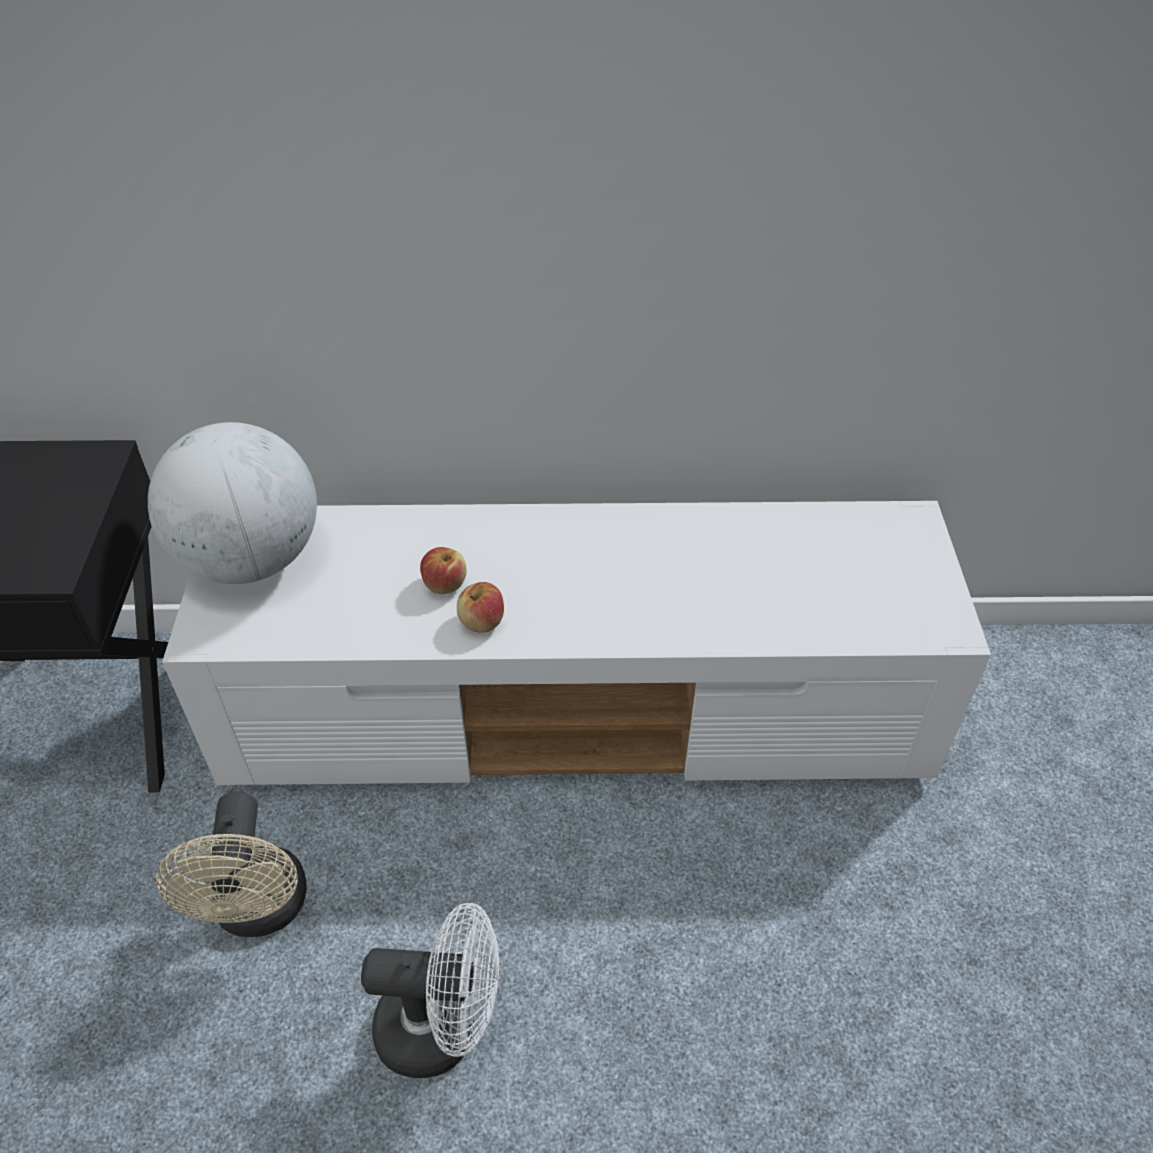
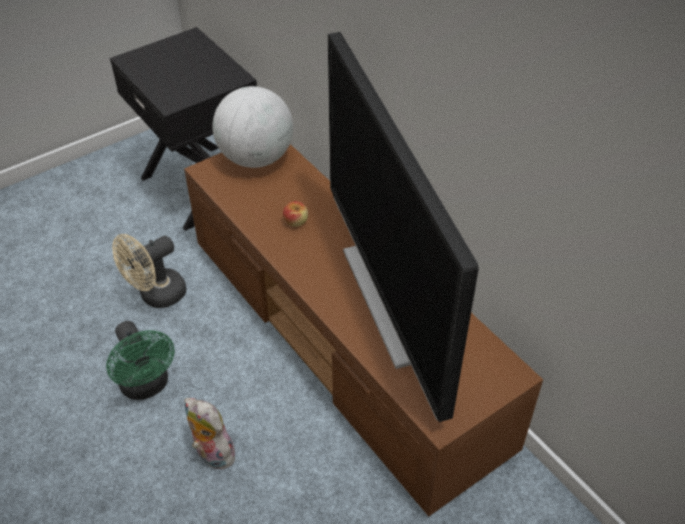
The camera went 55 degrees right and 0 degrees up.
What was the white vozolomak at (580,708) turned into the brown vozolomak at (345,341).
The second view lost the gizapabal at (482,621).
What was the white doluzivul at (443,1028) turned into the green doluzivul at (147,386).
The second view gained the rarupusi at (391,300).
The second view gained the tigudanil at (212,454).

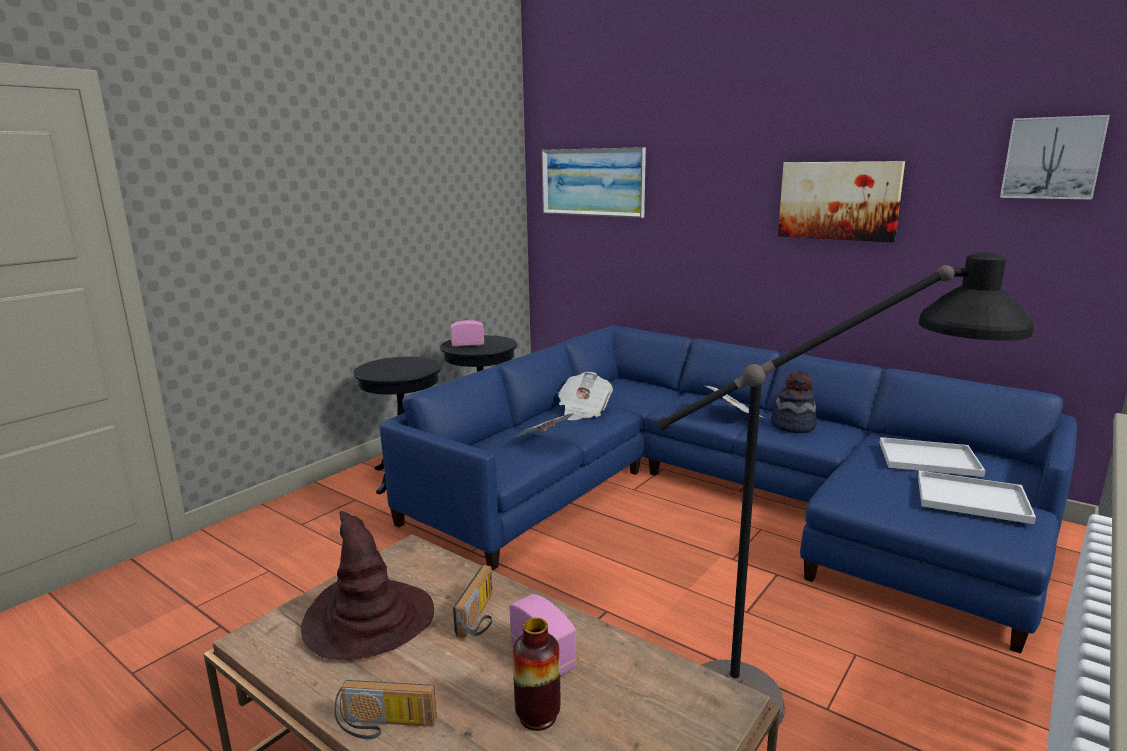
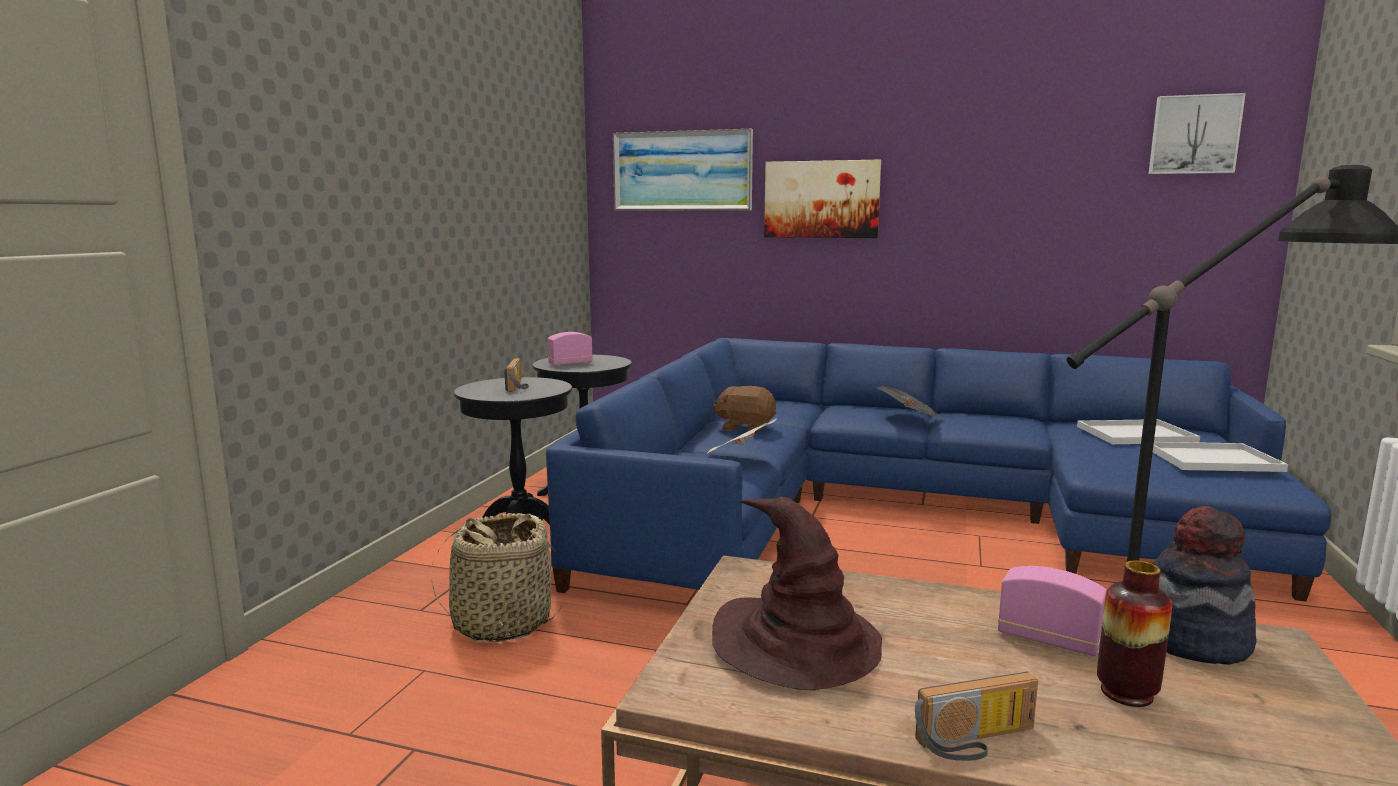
The camera went 20 degrees left and 5 degrees down.
The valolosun ended up elsewhere, having gone from (838,200) to (821,199).
The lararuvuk ended up elsewhere, having gone from (793,425) to (1189,639).
Where the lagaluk stood at (583,411), the brown tigudanil came to stand at (745,428).
The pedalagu ended up elsewhere, having gone from (481,617) to (519,386).
The second view gained the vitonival at (501,623).

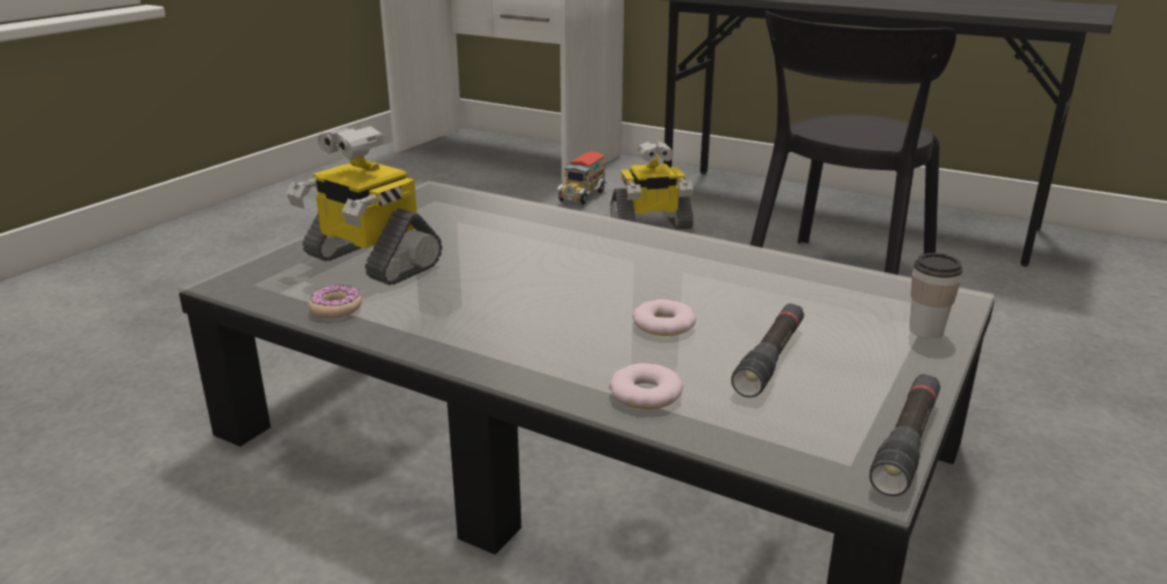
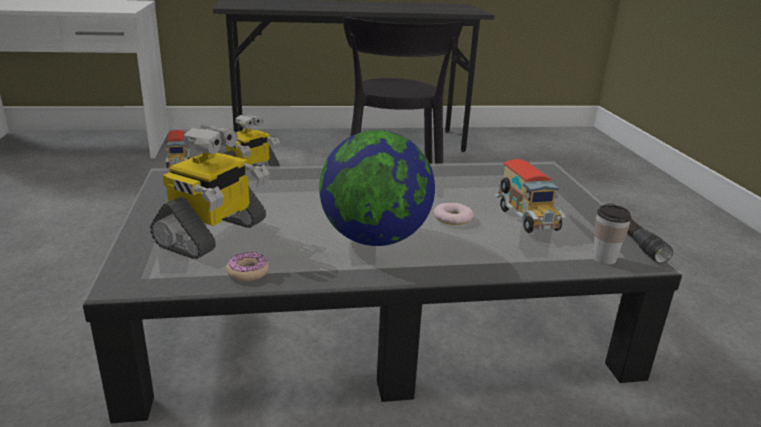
The camera went 40 degrees left and 0 degrees up.
The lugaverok at (370,261) ended up facing another way, 60 degrees counterclockwise from before.
The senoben ended up elsewhere, having gone from (926,330) to (604,258).
Where the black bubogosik stood at (770,359), the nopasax came to stand at (525,219).
The second view lost the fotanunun at (645,394).
The second view gained the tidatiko at (374,239).

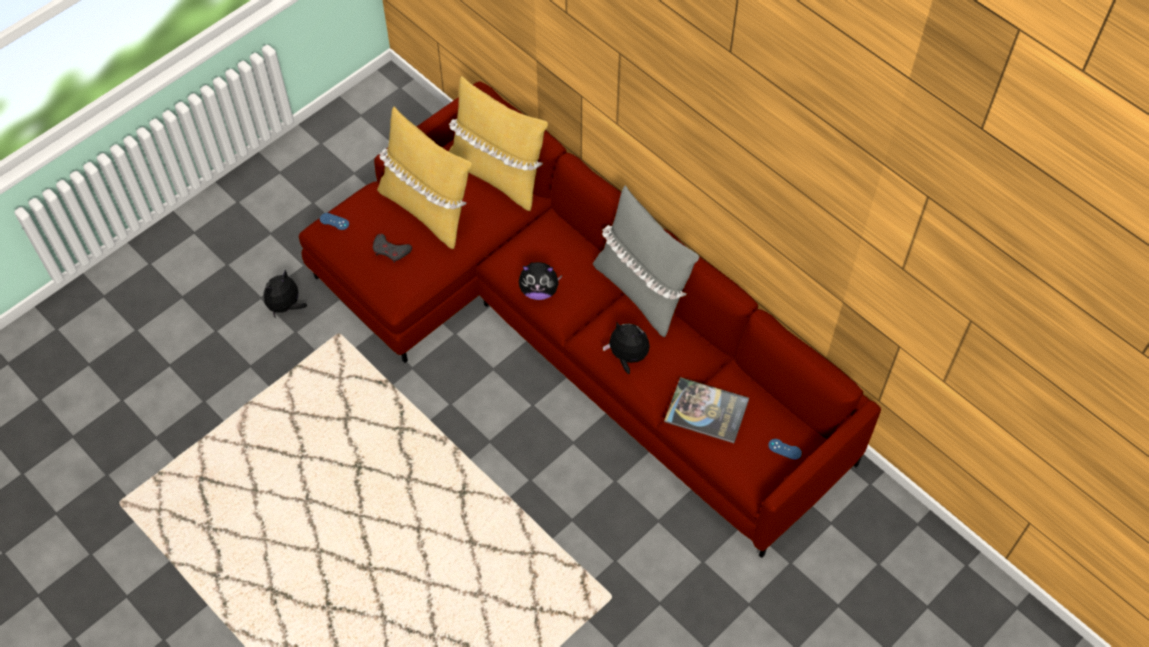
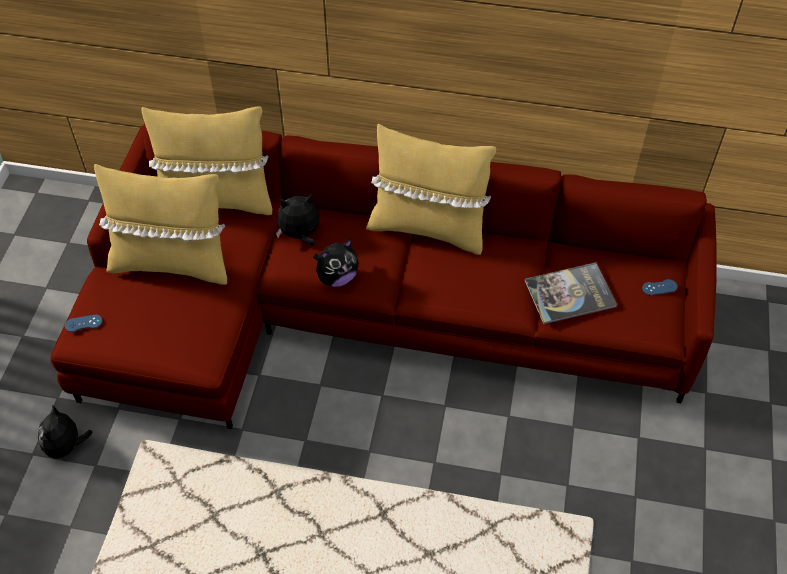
The camera went 35 degrees left and 5 degrees down.
What was the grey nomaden at (641,291) turned into the yellow nomaden at (428,228).
The second view lost the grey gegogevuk at (391,250).
The tigudanil ended up elsewhere, having gone from (627,357) to (300,235).

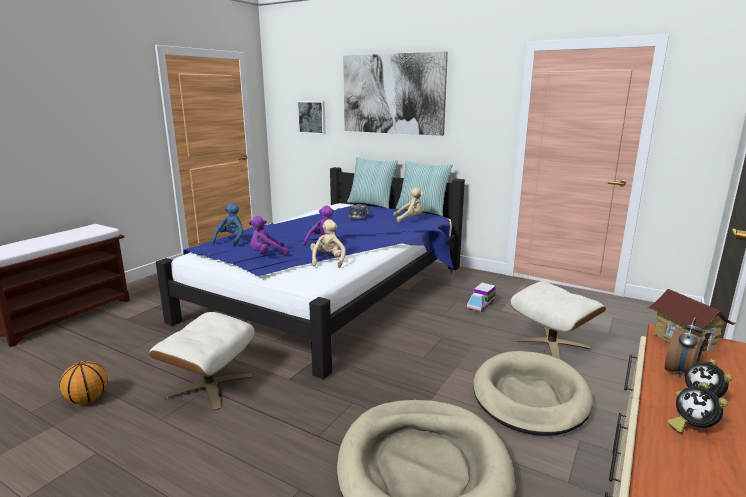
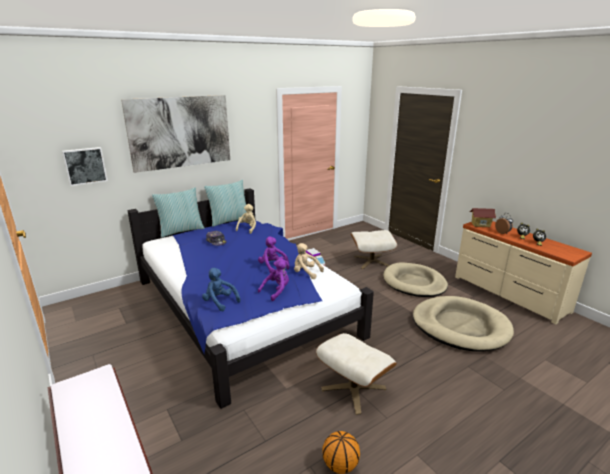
The camera went 65 degrees left and 5 degrees up.
The purple tigudanil at (267,255) ended up facing another way, 135 degrees counterclockwise from before.

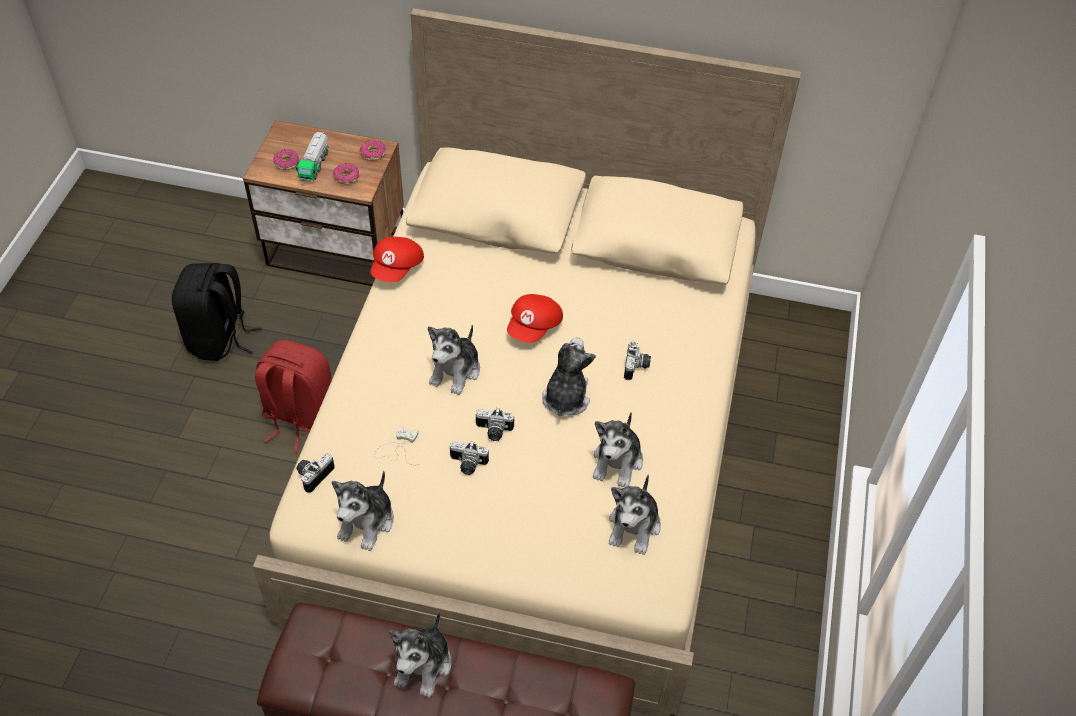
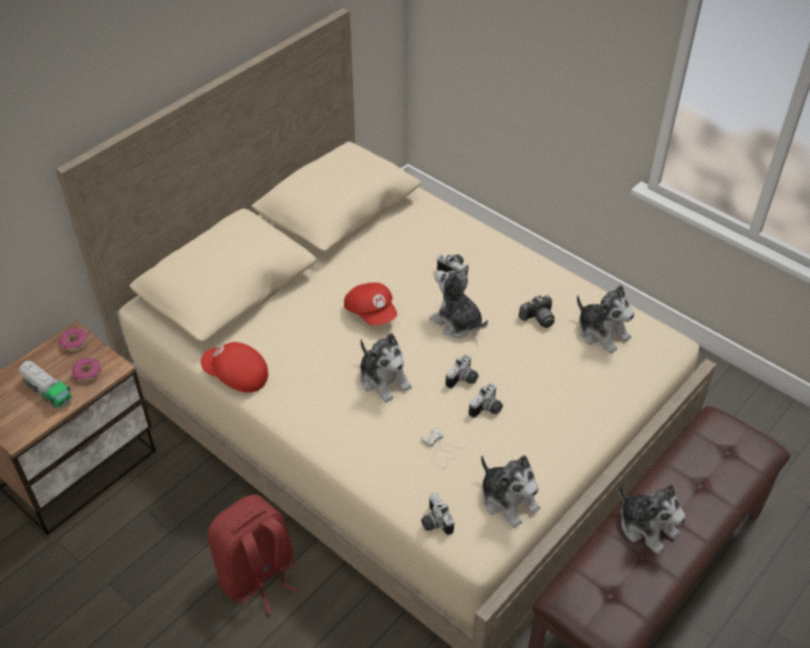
The camera went 60 degrees left and 5 degrees down.
The second view lost the fotanunun at (286,163).
The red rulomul at (397,268) ended up facing another way, 150 degrees clockwise from before.
The second view lost the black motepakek at (219,338).
Where the tigudanil stood at (618,461), the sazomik came to stand at (538,318).

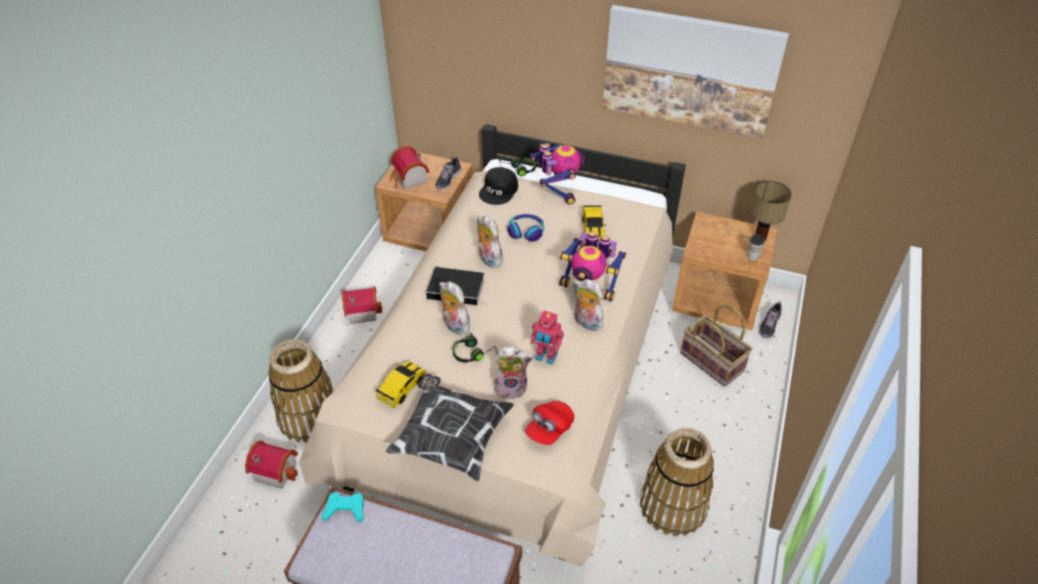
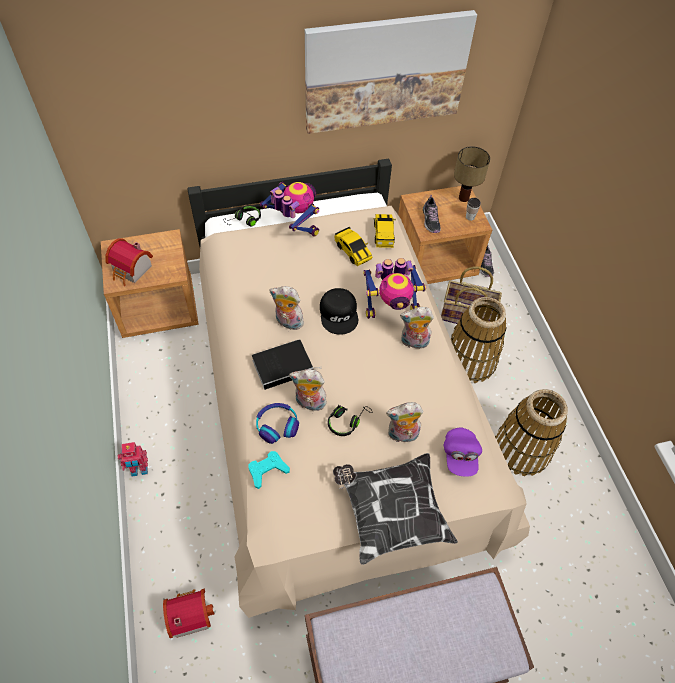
The camera went 35 degrees left and 10 degrees up.
The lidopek ended up elsewhere, having gone from (448,179) to (430,220).
The black rulomul ended up elsewhere, having gone from (499,190) to (339,314).
The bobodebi ended up elsewhere, having gone from (526,231) to (277,425).
The second view lost the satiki at (361,311).
The lugaverok ended up elsewhere, having gone from (546,357) to (139,470).
The vitonival ended up elsewhere, having gone from (309,417) to (470,360).
The tigudanil at (511,387) ended up facing another way, 150 degrees counterclockwise from before.
The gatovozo ended up elsewhere, having gone from (402,388) to (383,234).
What was the red rulomul at (549,429) turned into the purple rulomul at (460,456).
The turquoise gegogevuk ended up elsewhere, having gone from (345,509) to (267,470).

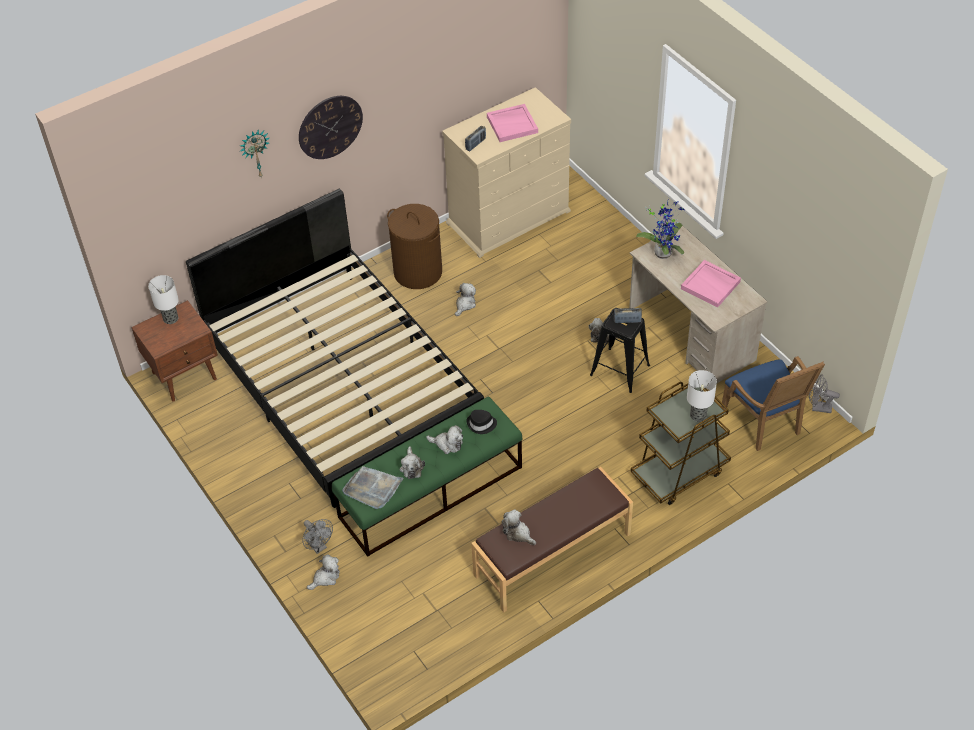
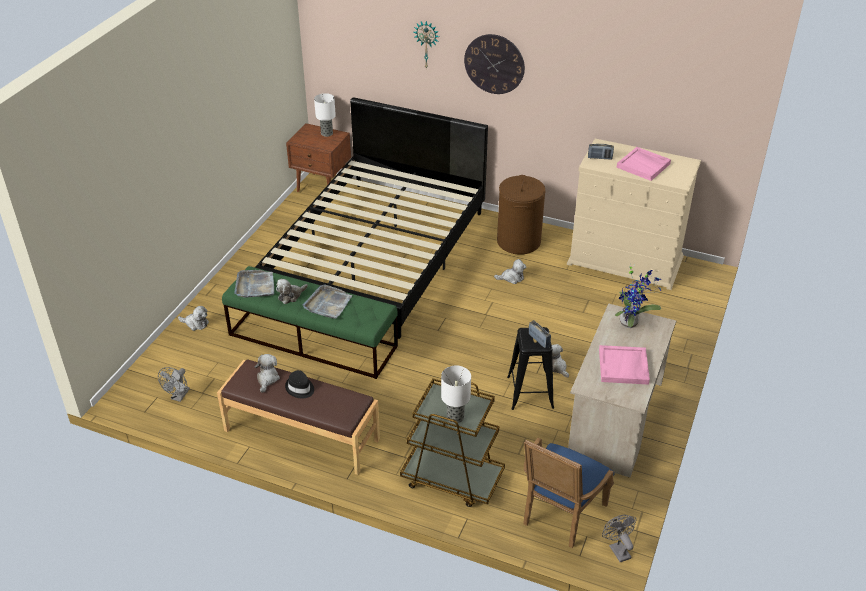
The camera went 55 degrees right and 10 degrees down.
The black lararuvuk ended up elsewhere, having gone from (481,424) to (300,388).
Where the tigudanil stood at (447,444), the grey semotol came to stand at (327,304).
The grey doluzivul ended up elsewhere, having gone from (318,546) to (179,397).

